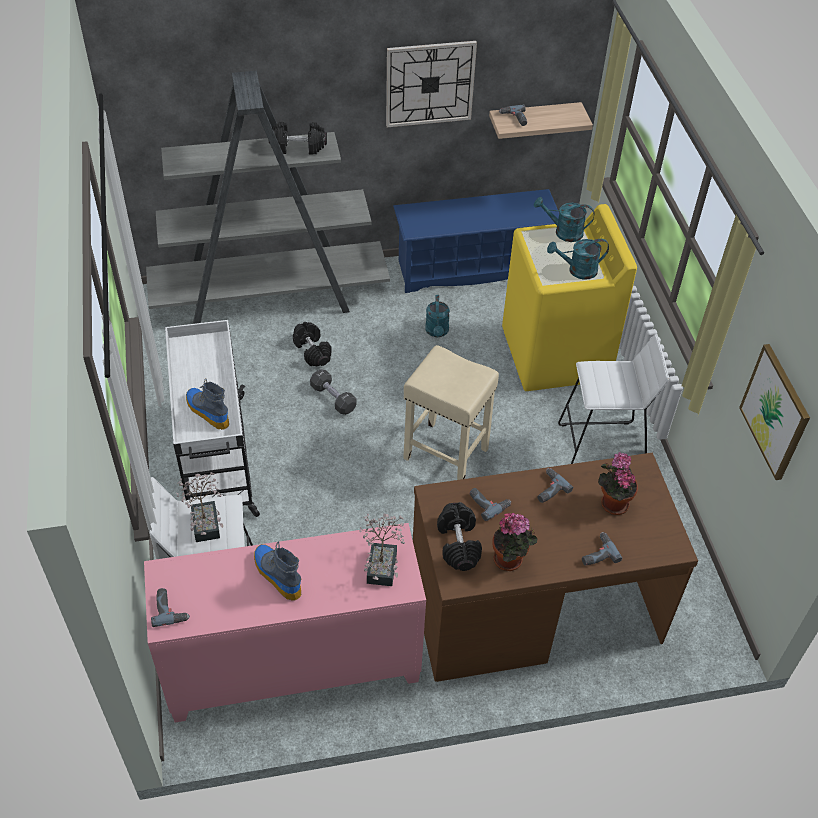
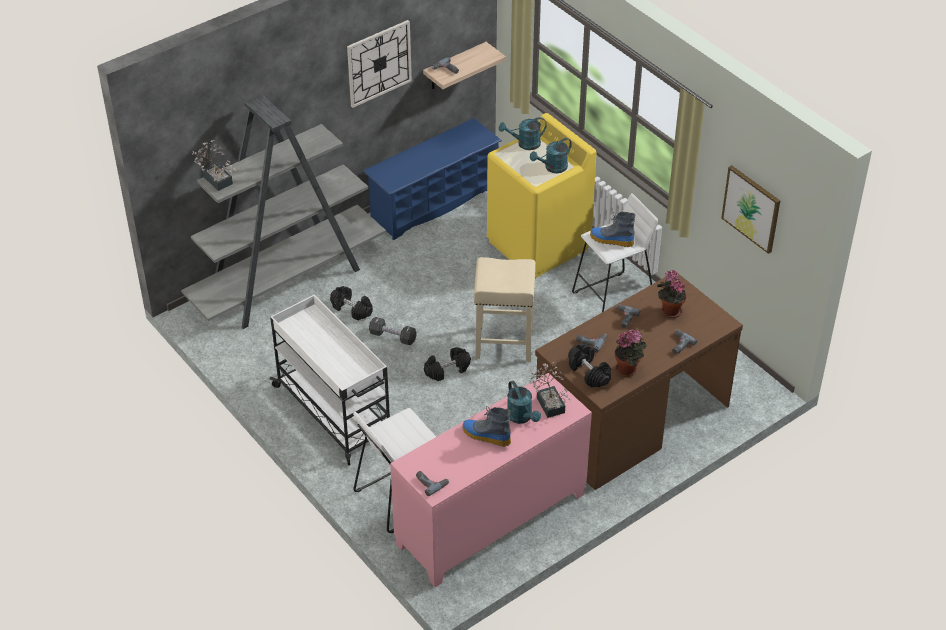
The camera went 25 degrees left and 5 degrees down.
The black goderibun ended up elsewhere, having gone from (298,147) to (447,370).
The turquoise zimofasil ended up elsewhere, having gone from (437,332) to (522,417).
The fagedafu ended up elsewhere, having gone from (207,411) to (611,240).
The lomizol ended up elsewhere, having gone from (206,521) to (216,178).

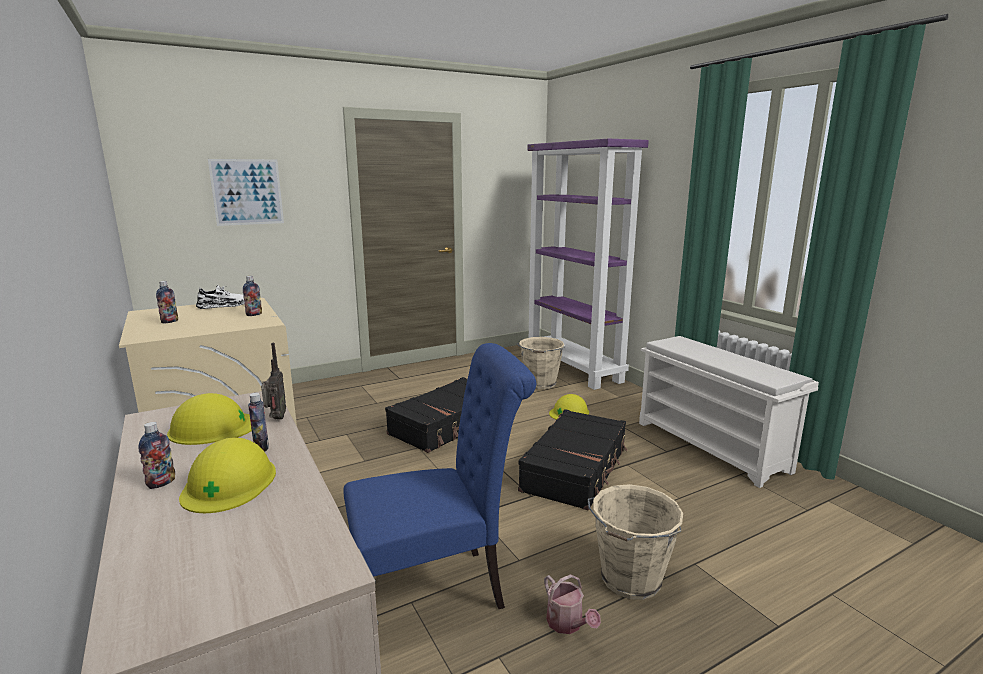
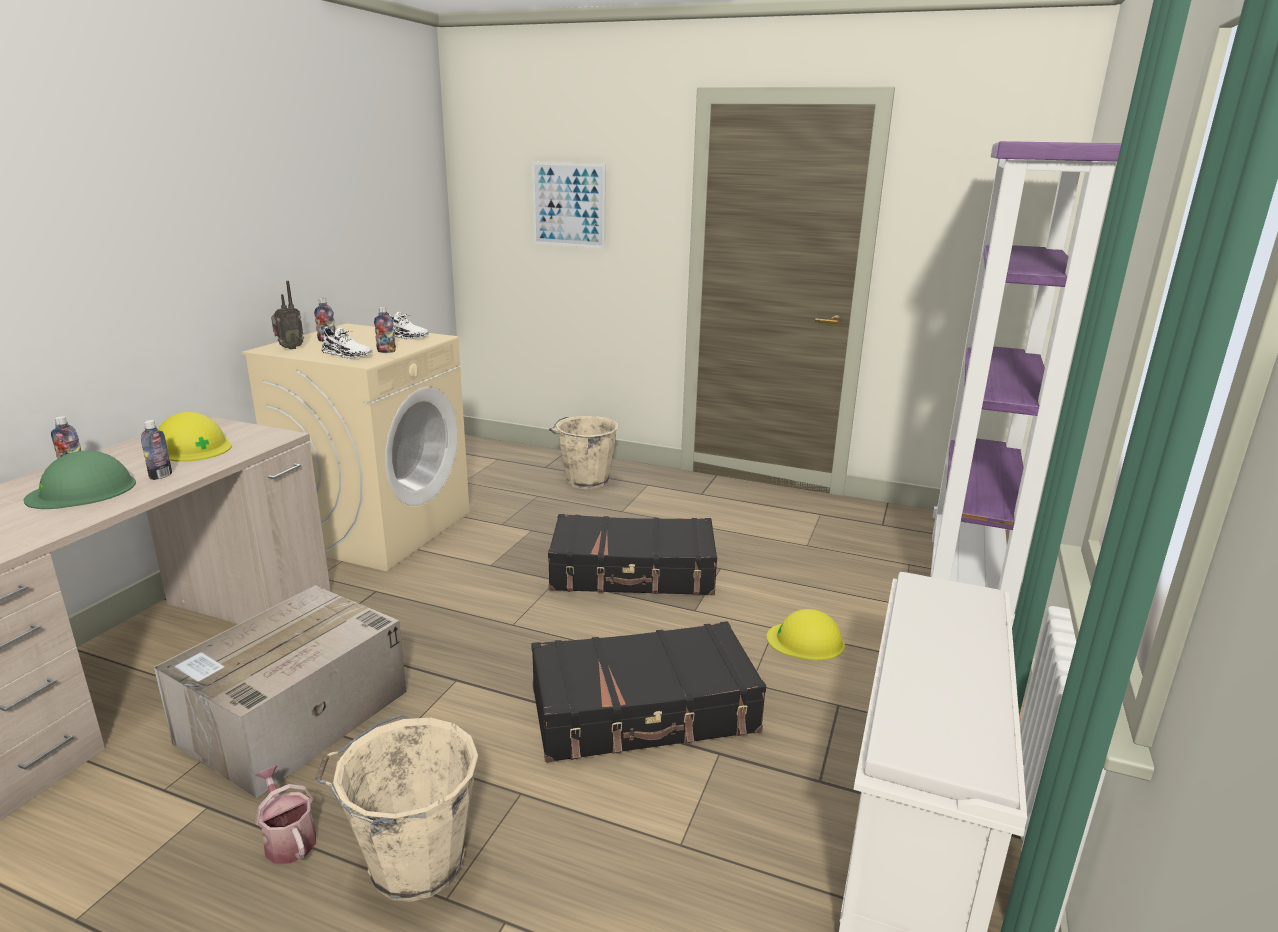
The camera went 50 degrees right and 5 degrees up.
The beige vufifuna ended up elsewhere, having gone from (540,384) to (585,481).
The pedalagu ended up elsewhere, having gone from (276,419) to (289,348).
Where the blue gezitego stood at (438,590), the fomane came to stand at (293,718).
What was the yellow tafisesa at (229,483) turned into the green tafisesa at (82,491).
The zimofasil at (567,624) ended up facing another way, 120 degrees clockwise from before.
The second view gained the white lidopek at (346,354).

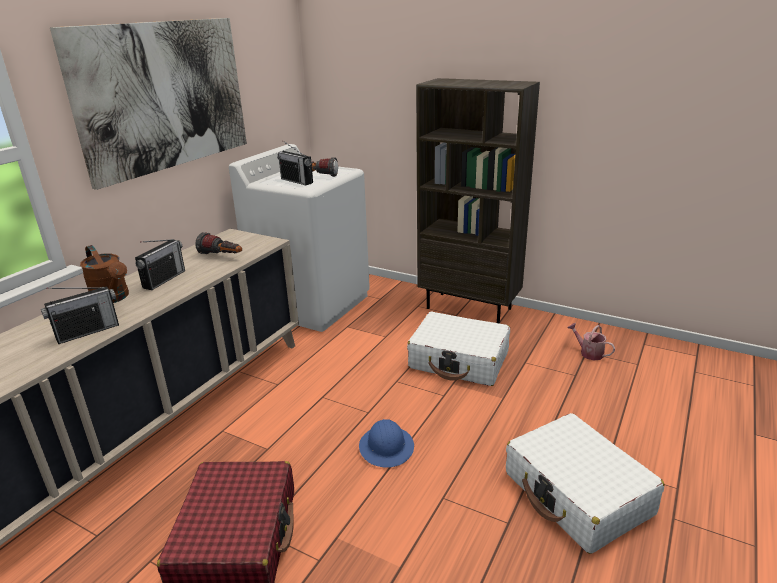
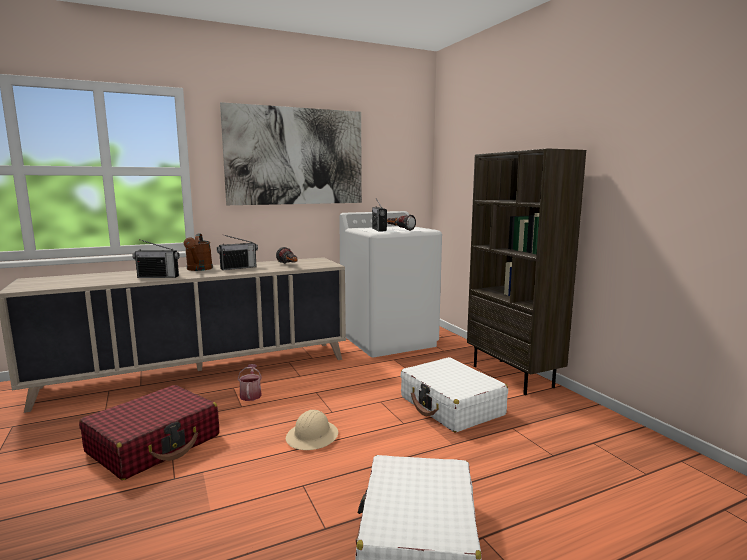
The camera went 35 degrees right and 15 degrees down.
The zimofasil ended up elsewhere, having gone from (588,353) to (251,394).
What was the blue tafisesa at (386,447) turned into the beige tafisesa at (312,437).

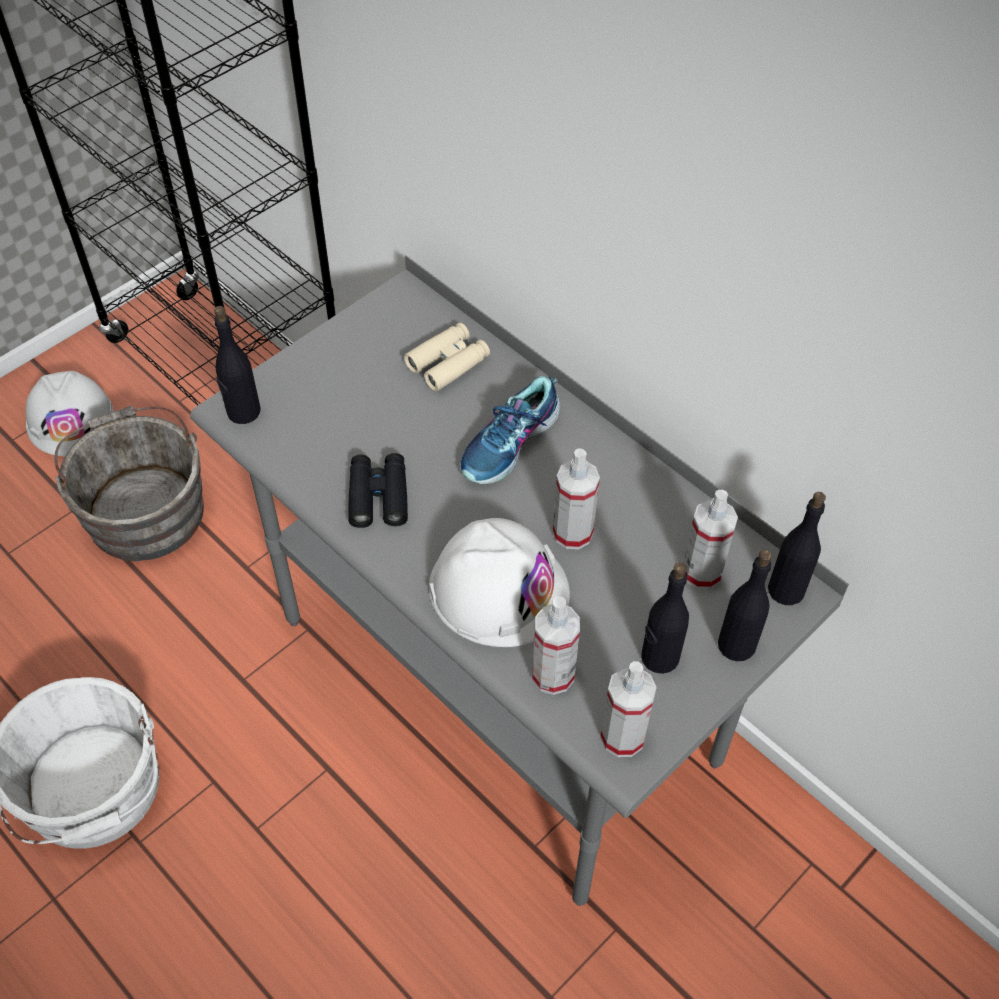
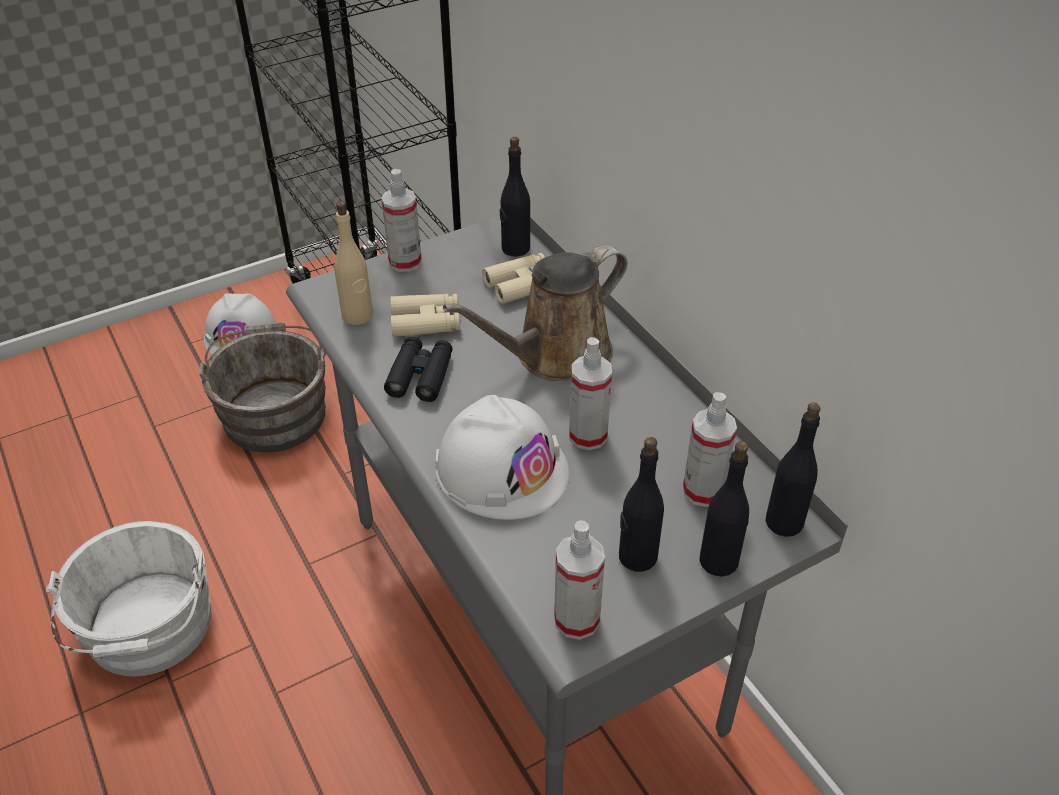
The camera went 15 degrees right and 10 degrees down.
The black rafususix ended up elsewhere, having gone from (243,412) to (515,248).
Where the lidopek stood at (511,444), the brown zimofasil came to stand at (555,355).
The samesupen ended up elsewhere, having gone from (553,675) to (405,262).
The second view gained the beige rafususix at (357,316).
The second view gained the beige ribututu at (426,322).

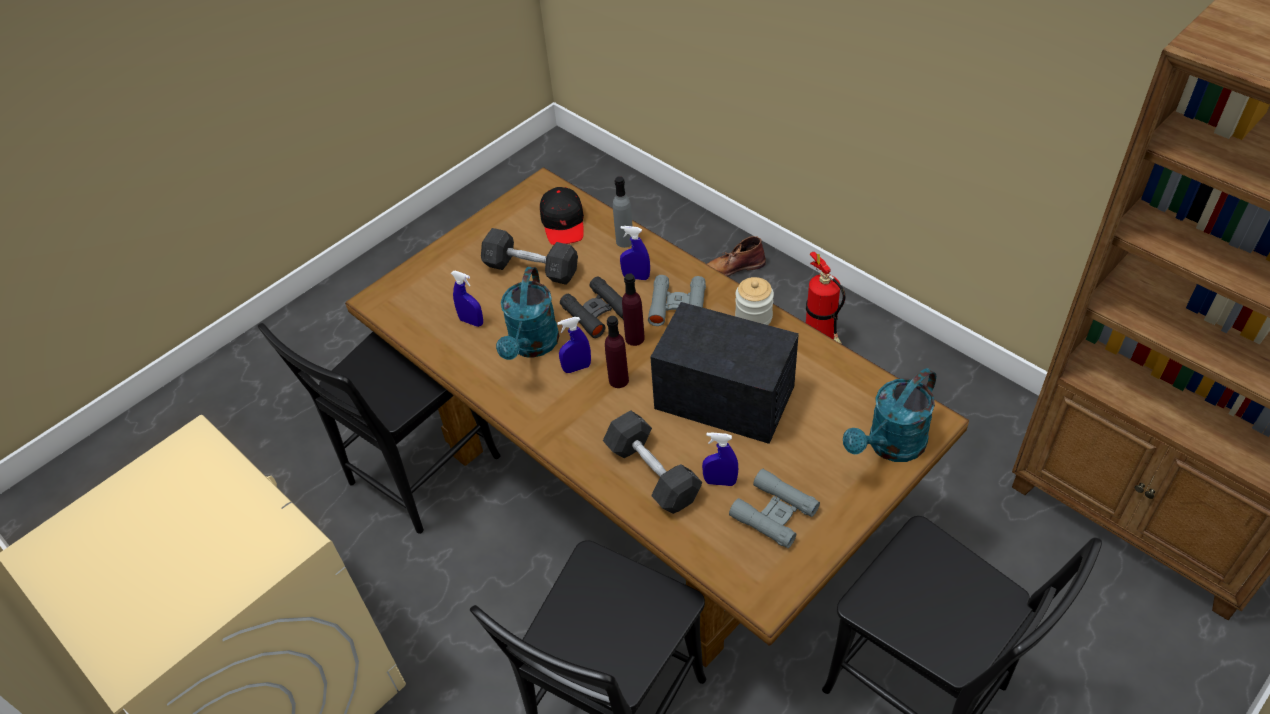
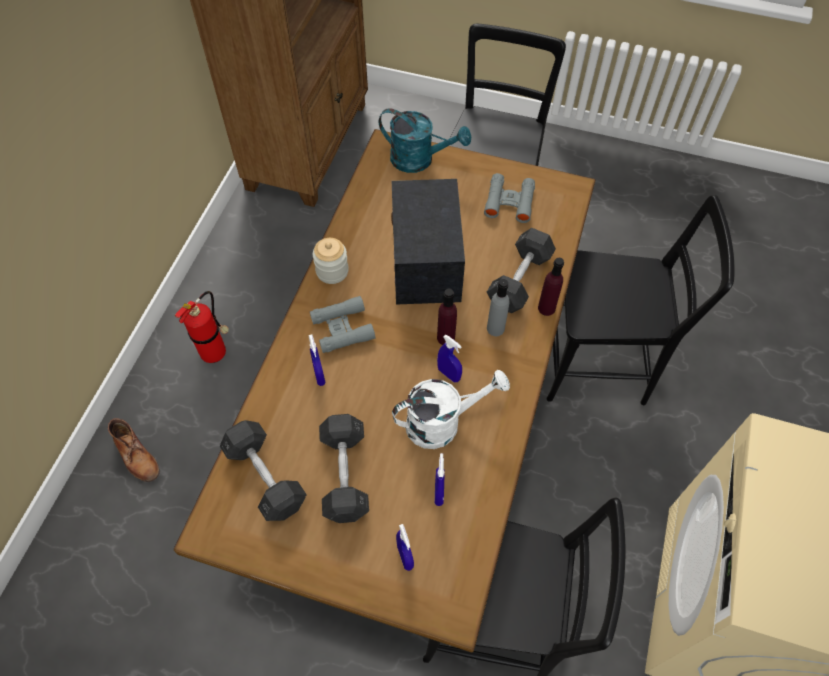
The camera went 120 degrees left and 10 degrees up.
The grey rafususix ended up elsewhere, having gone from (624,241) to (495,328).
Where the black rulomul stood at (563,223), the grey goderibun came to stand at (265,477).
What was the turquoise zimofasil at (532,346) turned into the white zimofasil at (442,422).
The purple rafususix ended up elsewhere, having gone from (634,338) to (546,308).
The second view lost the black ribututu at (597,312).
The blue samesupen ended up elsewhere, having gone from (720,482) to (405,556).

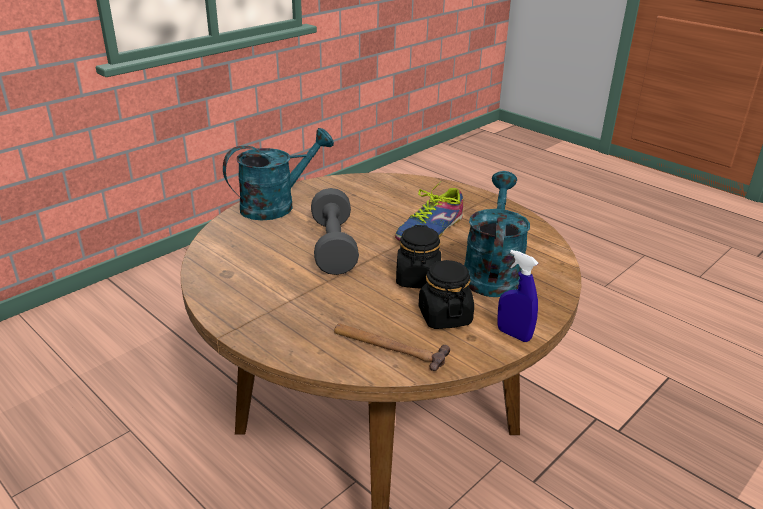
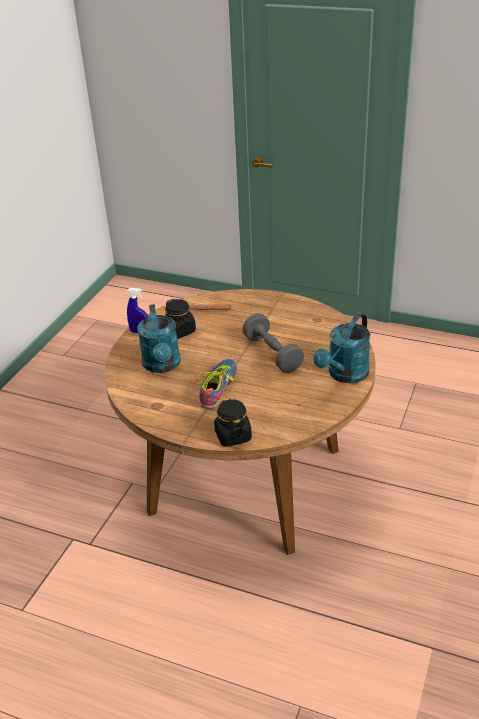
The camera went 160 degrees right and 5 degrees up.
The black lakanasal ended up elsewhere, having gone from (418,279) to (233,436).

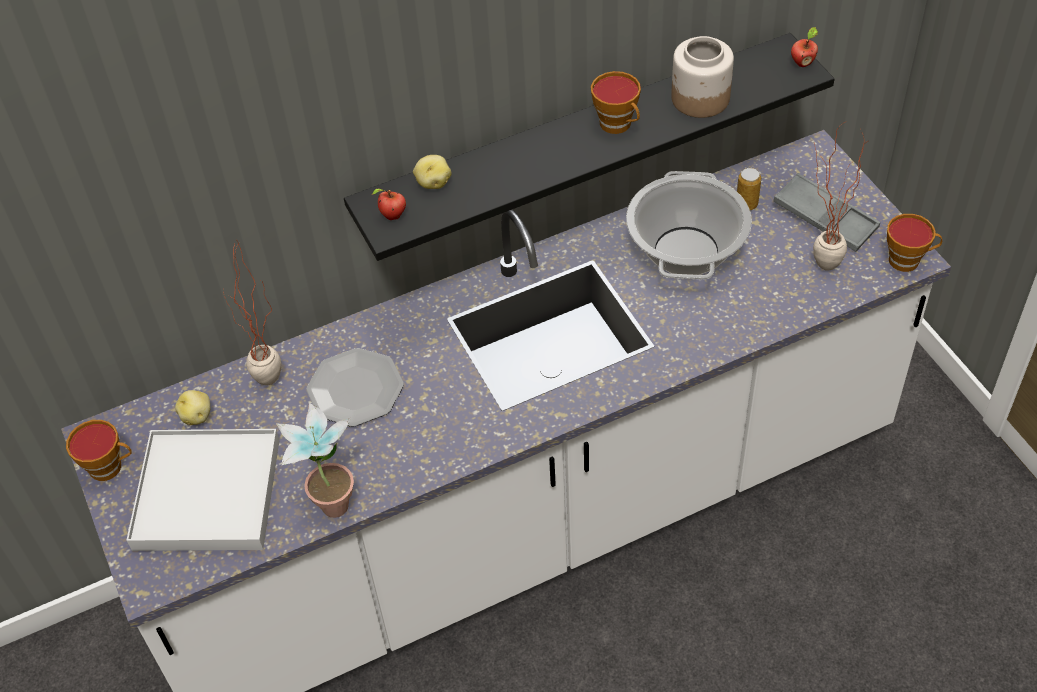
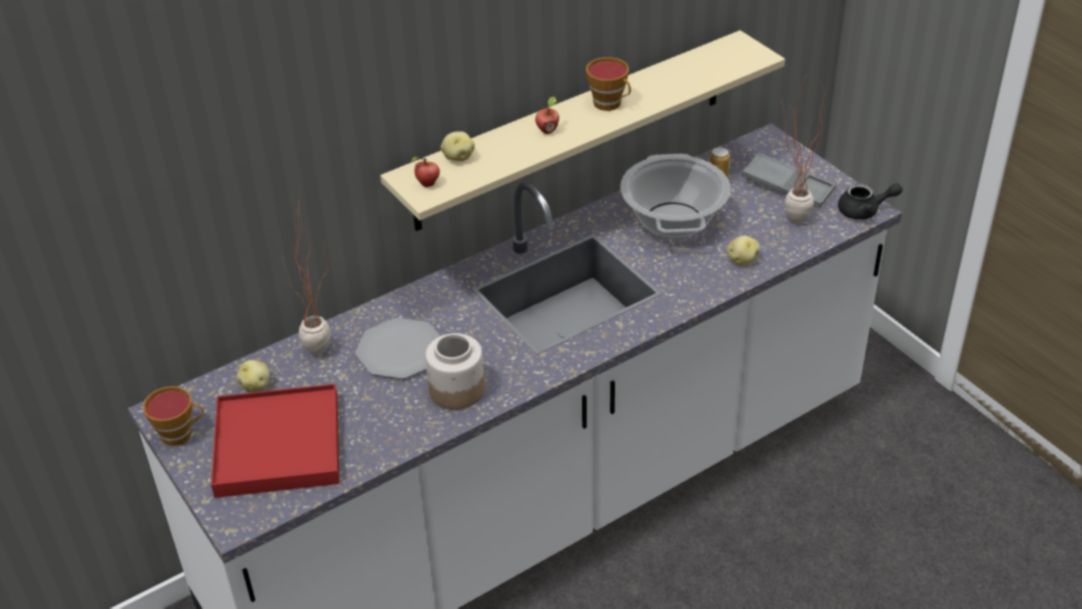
The camera went 10 degrees left and 10 degrees down.
The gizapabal ended up elsewhere, having gone from (802,62) to (547,130).
What was the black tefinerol at (576,144) turned into the beige tefinerol at (571,130).
The lakanasal ended up elsewhere, having gone from (700,99) to (456,390).
Where the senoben stood at (908,260), the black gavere came to stand at (864,211).
The second view lost the lomizol at (331,498).
What was the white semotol at (208,494) turned into the red semotol at (278,445).
The second view gained the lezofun at (742,260).

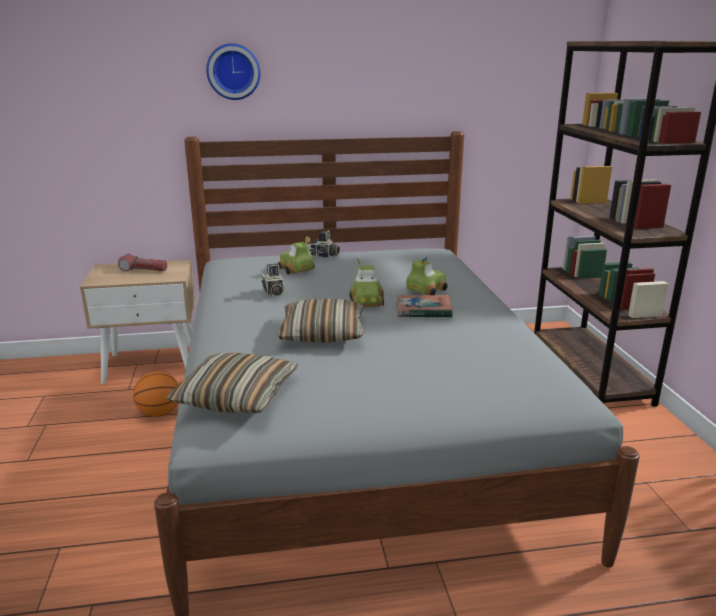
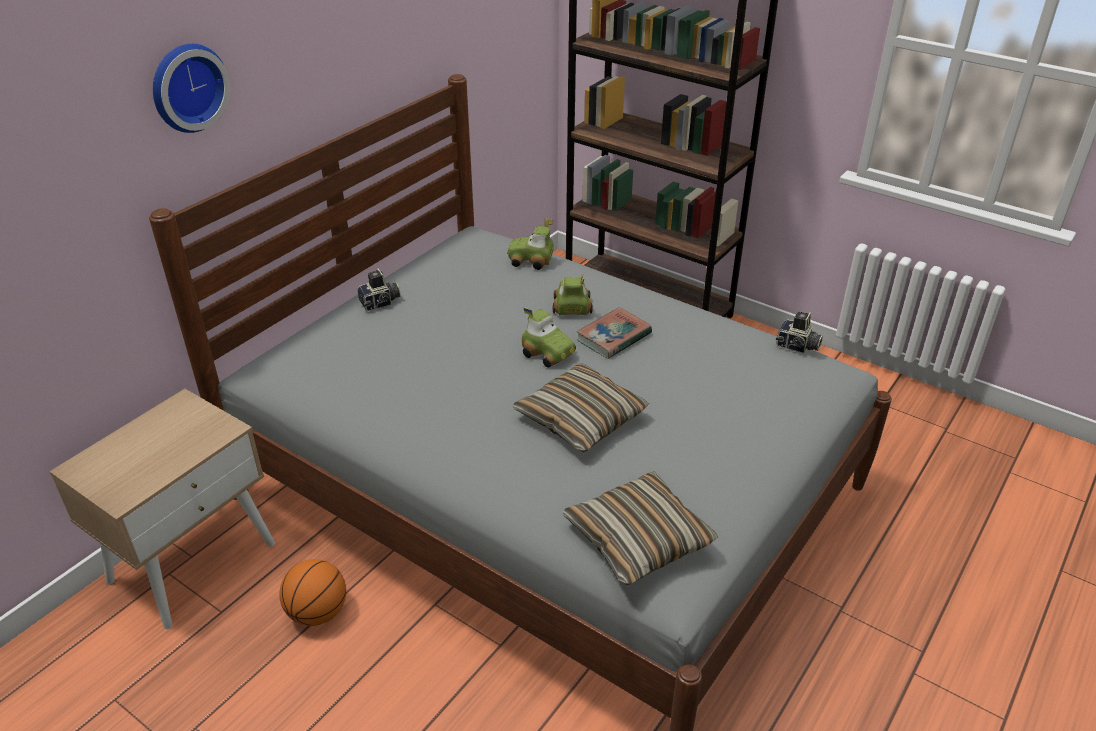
The camera went 45 degrees left and 15 degrees up.
The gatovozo ended up elsewhere, having gone from (295,270) to (531,260).
The second view lost the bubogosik at (143,270).
The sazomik ended up elsewhere, having gone from (273,293) to (797,346).

